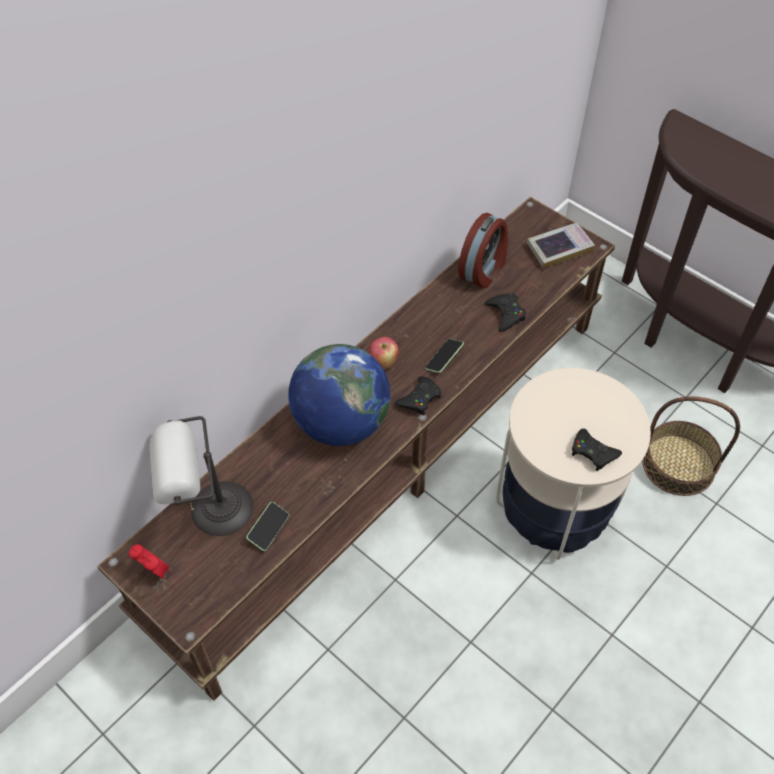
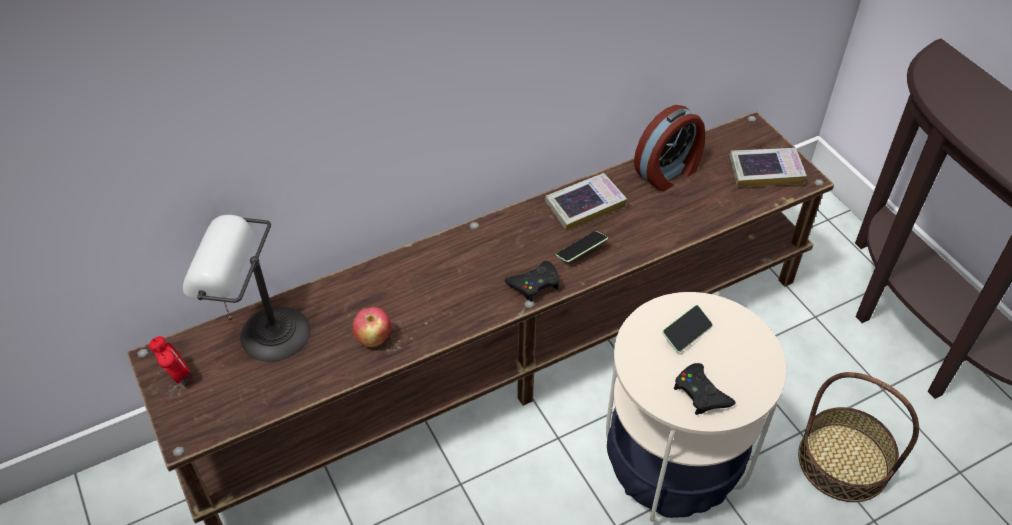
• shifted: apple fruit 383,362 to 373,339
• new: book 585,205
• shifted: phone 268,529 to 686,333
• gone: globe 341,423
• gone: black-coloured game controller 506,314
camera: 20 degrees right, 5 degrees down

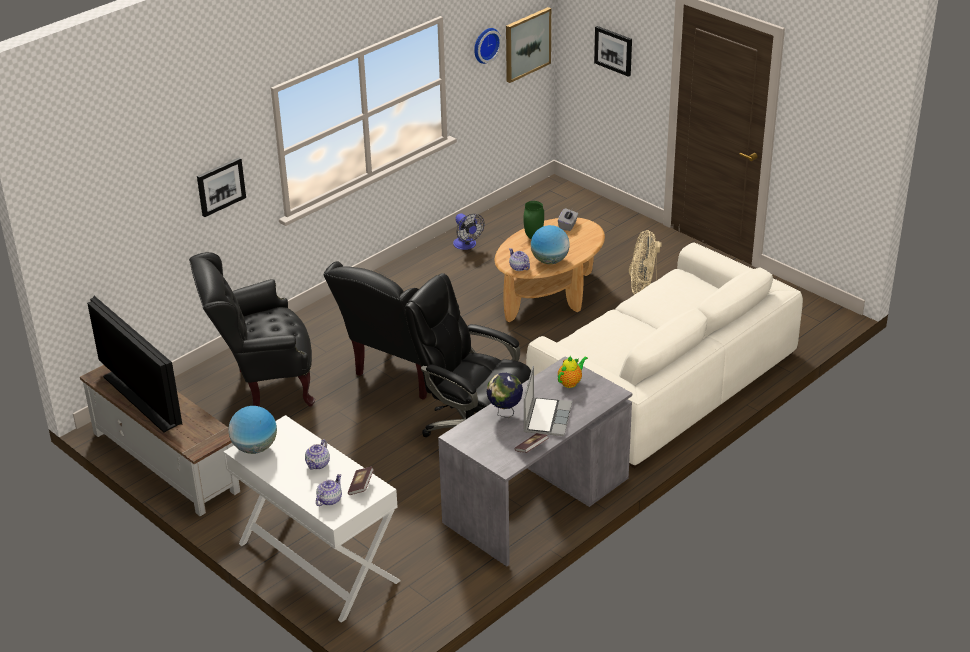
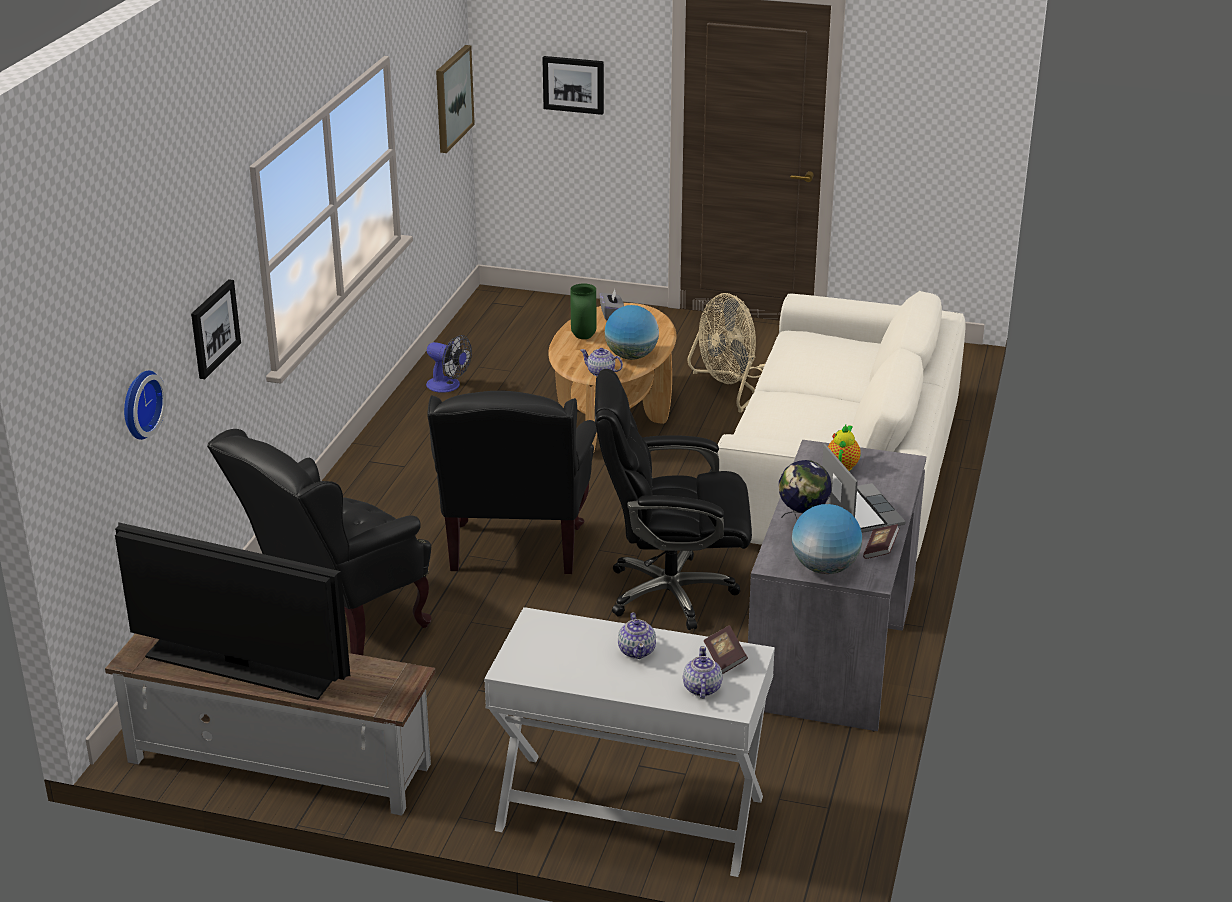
• shifted: wall clock 485,44 to 138,404
• shifted: globe 255,448 to 825,568
camera: 30 degrees left, 5 degrees down

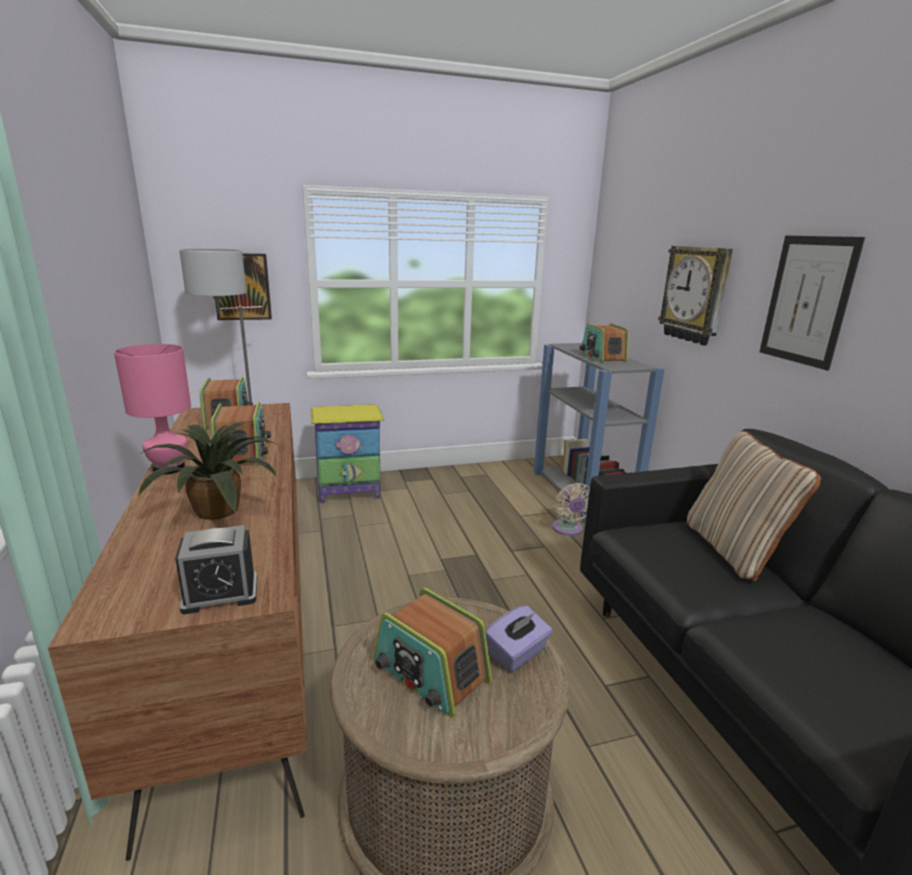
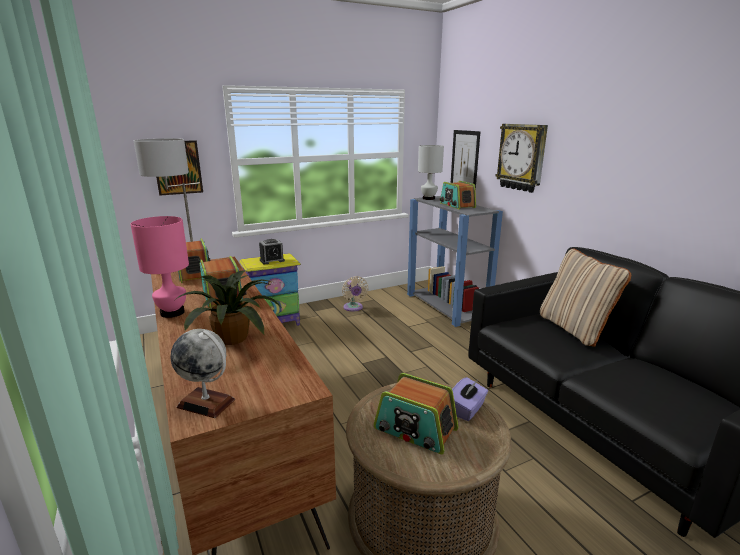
• new: globe 206,403
• shifted: alarm clock 220,594 to 272,260
• shifted: beige electric fan 568,529 to 353,308
• new: white-coloured tabletop lamp 428,198
• shifted: picture 807,300 to 465,160
camera: 10 degrees left, 0 degrees up

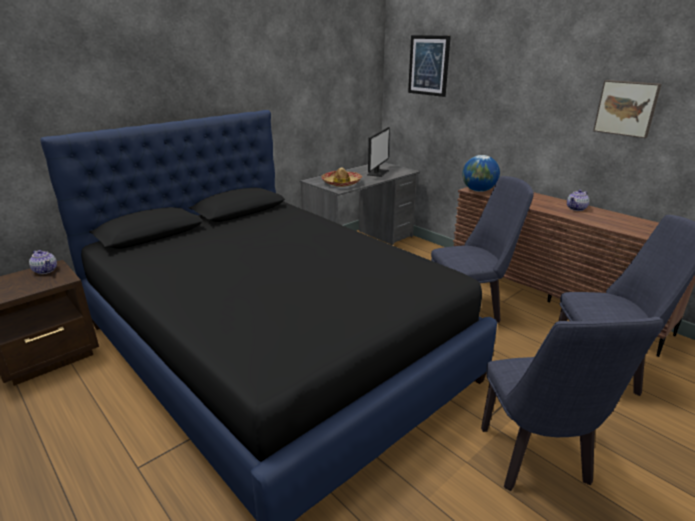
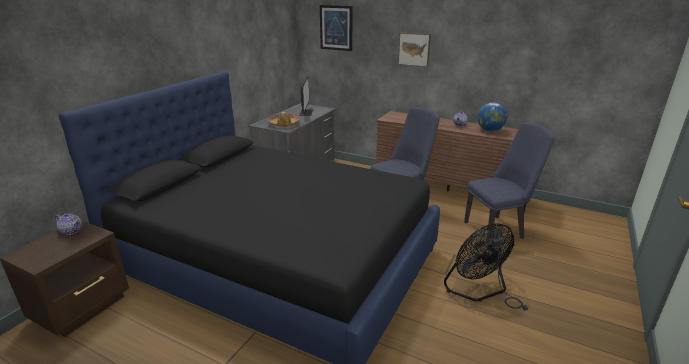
• shifted: picture 626,108 to 414,49
• swapped: blue-coloured chair 537,462 to black-coloured electric fan 486,290
• shifted: globe 478,190 to 489,130
camera: 20 degrees left, 0 degrees up

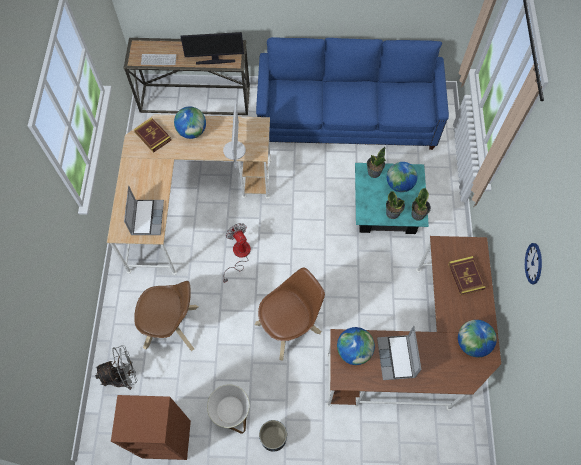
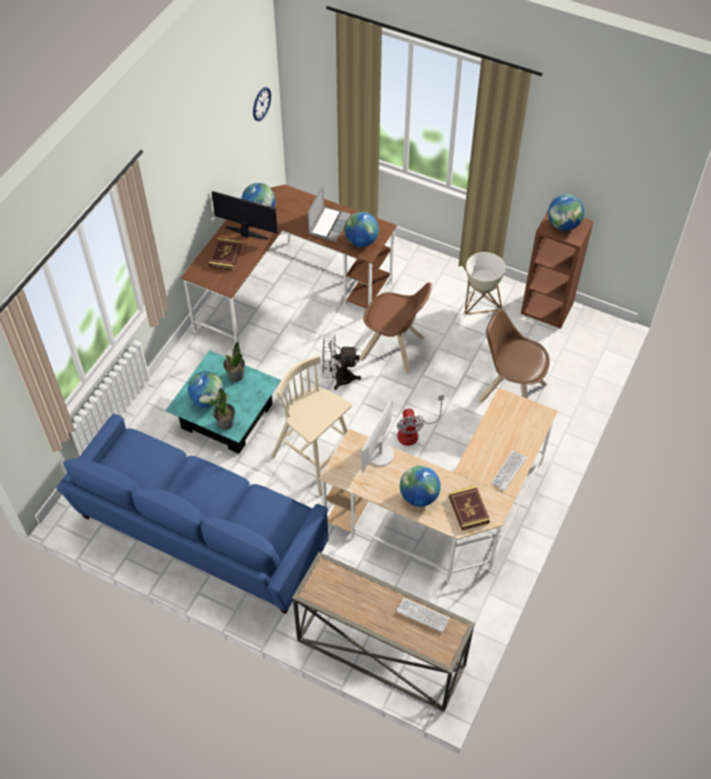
• shifted: computer display 215,61 to 246,234
• shifted: wall clock 533,263 to 261,104
• new: beige stool 315,460
• shifted: gray electric fan 124,377 to 338,378
• rotated: brown chair 289,327 = 394,349 150 degrees counterclockwise
• new: PC keyboard 508,470
• new: globe 563,225
• gone: portable computer 147,217
• gone: black-coloured planter 273,438
• gone: plant in a pot 418,214
camera: 155 degrees left, 10 degrees down

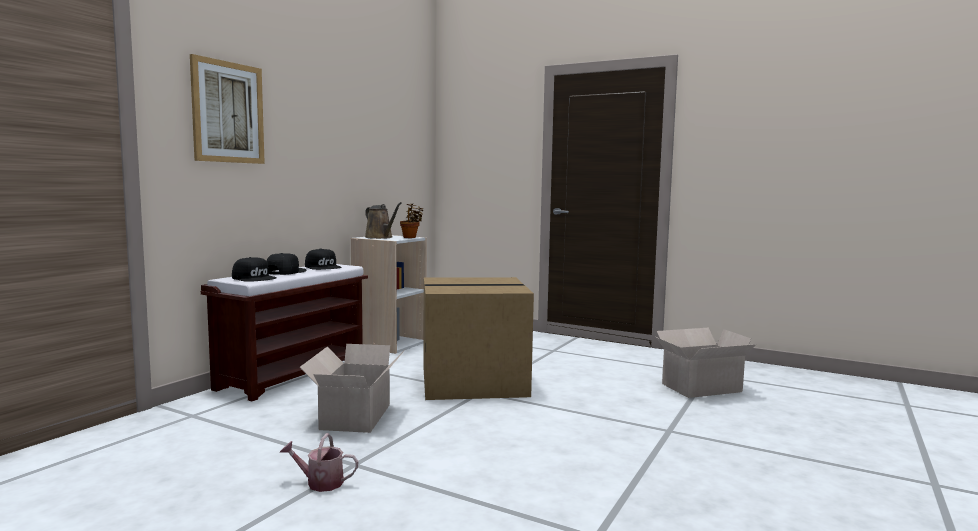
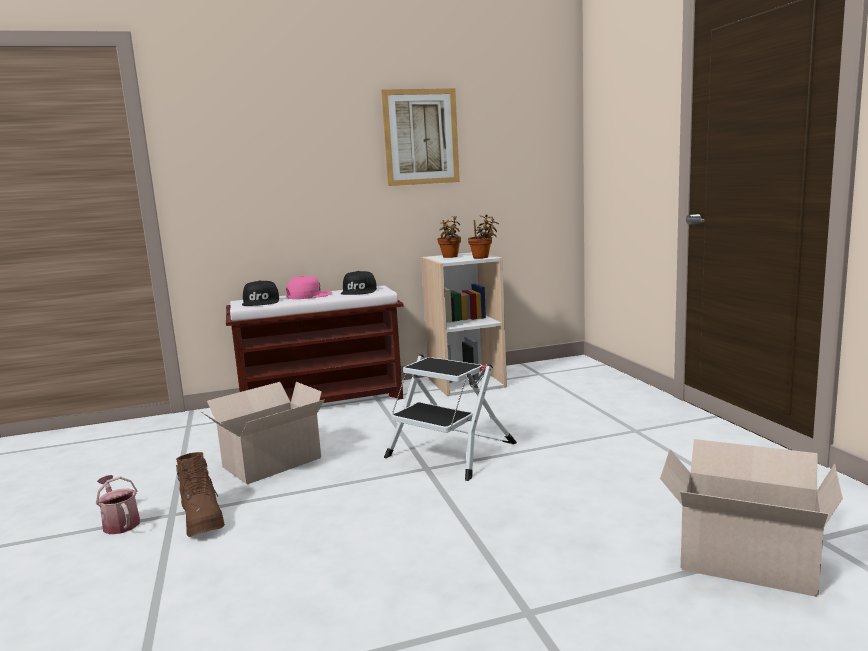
• new: brown high-top boot 202,520
• repainted: black-coloured peaked cap 285,271 to pink-coloured peaked cap 308,295
• shifted: picture 228,112 to 421,137
• swapped: packing box 475,381 to step stool 451,451
• swapped: brown sprinkling can 380,237 to plant in a pot 450,257
camera: 45 degrees right, 5 degrees up

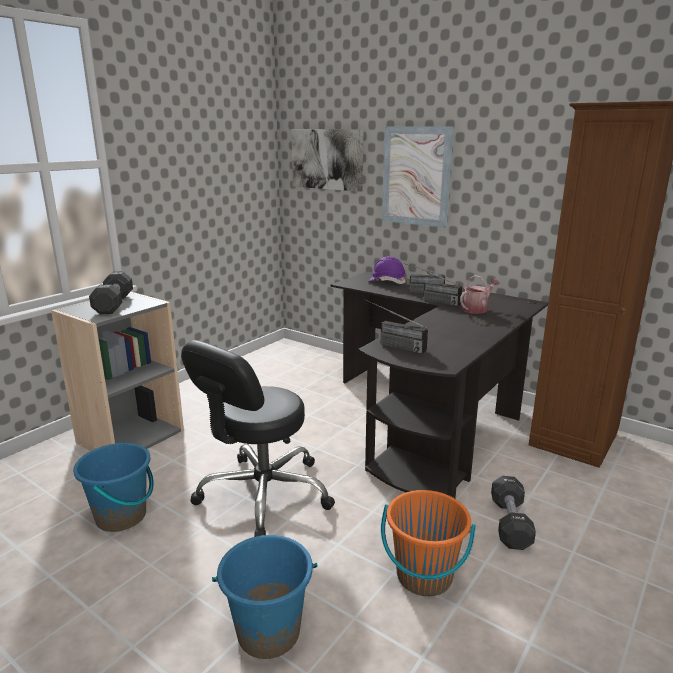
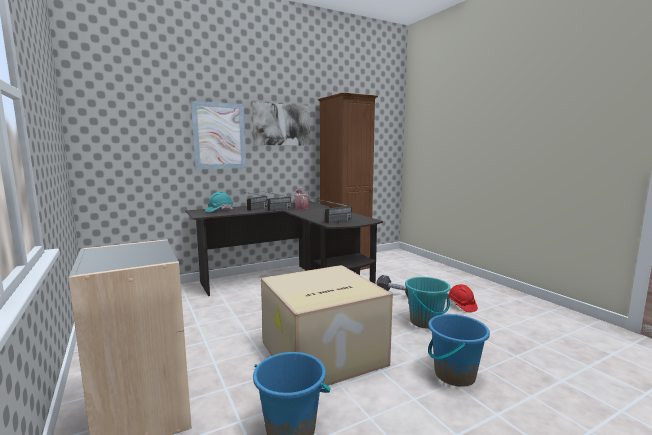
• repainted: purple-coloured safety helmet 386,282 to turquoise-coloured safety helmet 219,210
• shifted: picture 327,159 to 281,125
• swapped: black-coloured office chair 260,497 to packing box 322,354
• repainted: orange water bucket 424,576 to turquoise-coloured water bucket 425,322
• new: red safety helmet 461,305
• gone: black-coloured free weight 114,304
camera: 65 degrees left, 10 degrees down

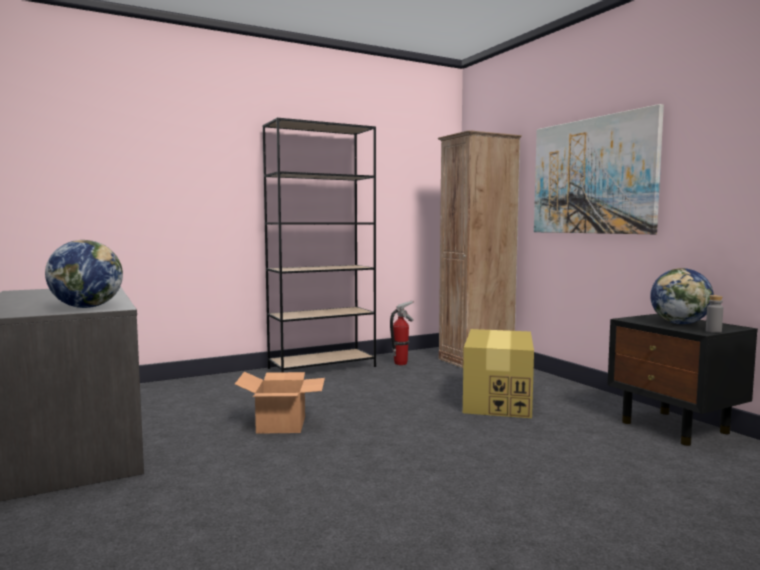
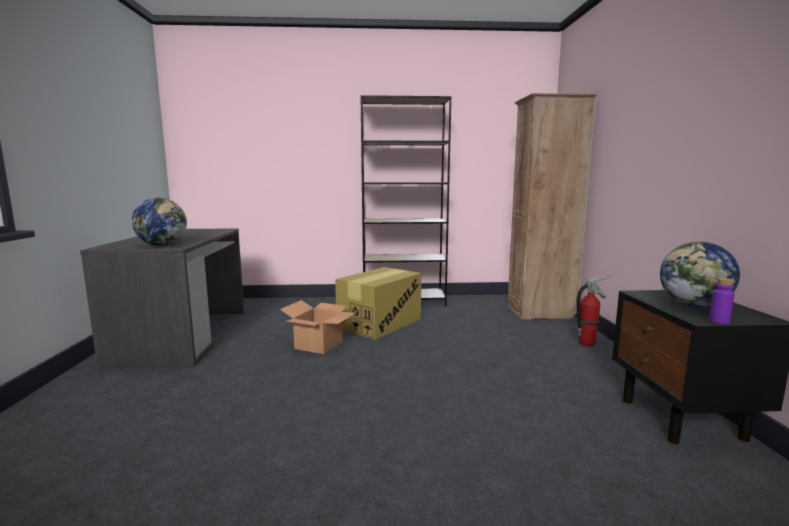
• shifted: packing box 498,400 to 380,323
• shifted: fire extinguisher 401,363 to 587,344
• repainted: gray beverage bottle 713,331 to purple-coloured beverage bottle 719,321
• gone: picture 592,176
camera: 25 degrees right, 5 degrees up

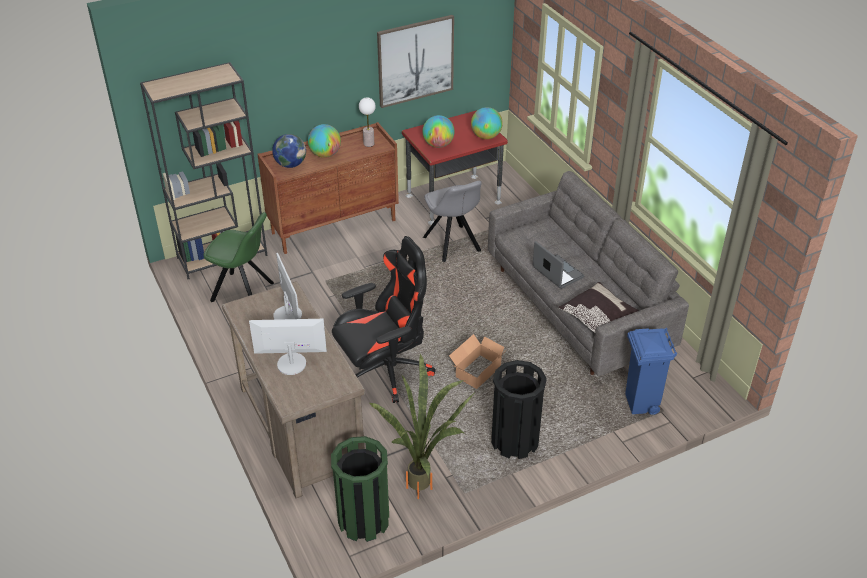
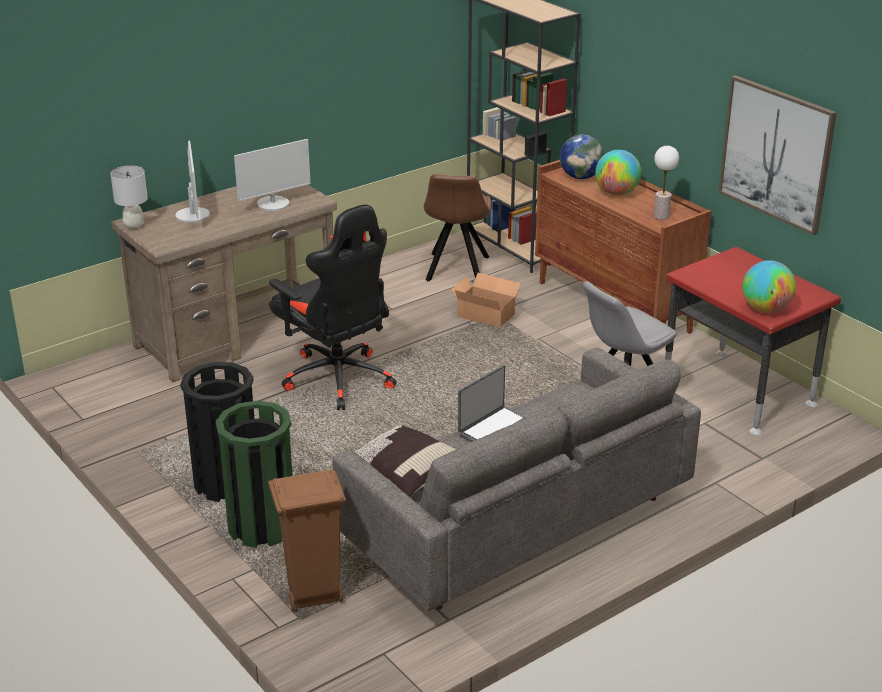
• new: gray tabletop lamp 133,225
• shifted: green-coloured rubbish bin 363,520 to 262,527
• repainted: blue-coloured rubbish bin 641,404 to brown rubbish bin 312,596
• repainted: green-coloured chair 243,291 to brown chair 456,269
• shifted: packing box 476,372 to 486,314
• gone: plant in a pot 426,486
• gone: globe 438,145
camera: 80 degrees right, 10 degrees down

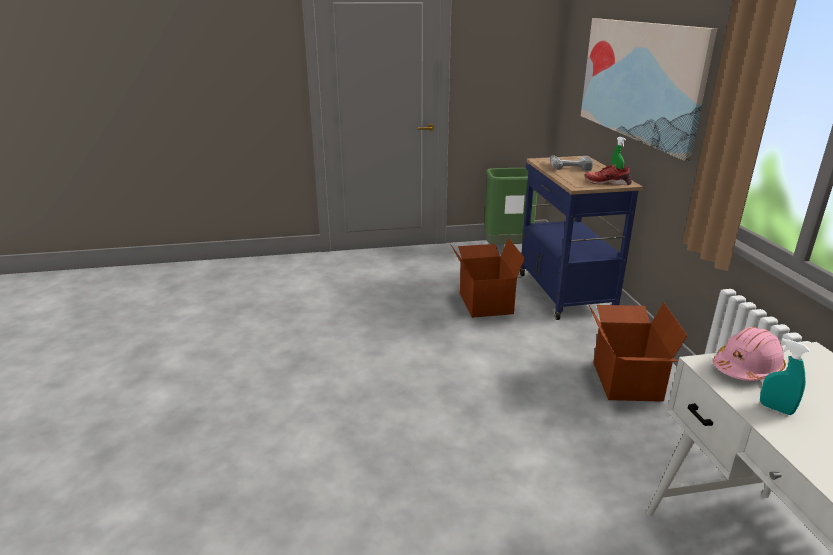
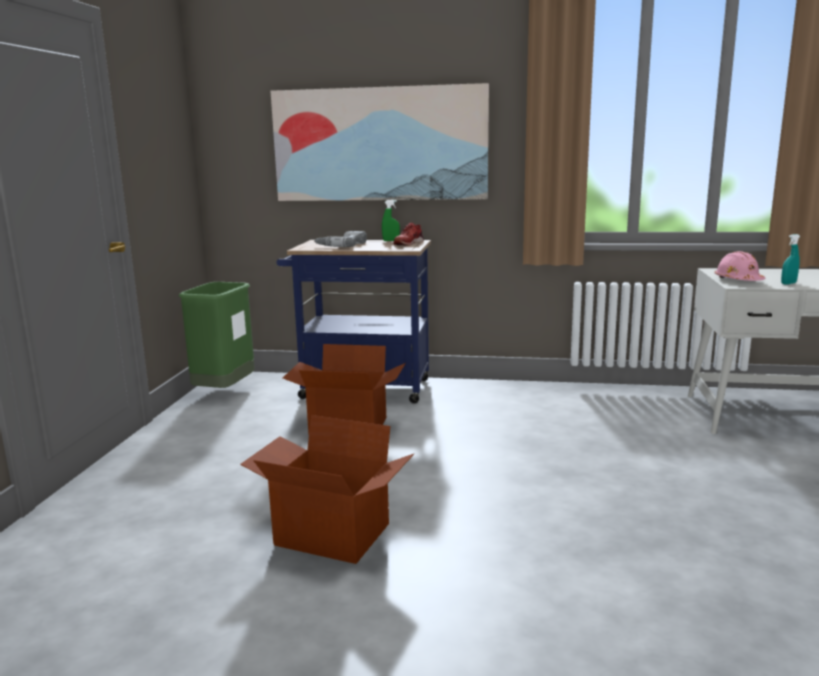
• shifted: packing box 625,381 to 331,535
camera: 70 degrees left, 10 degrees down

